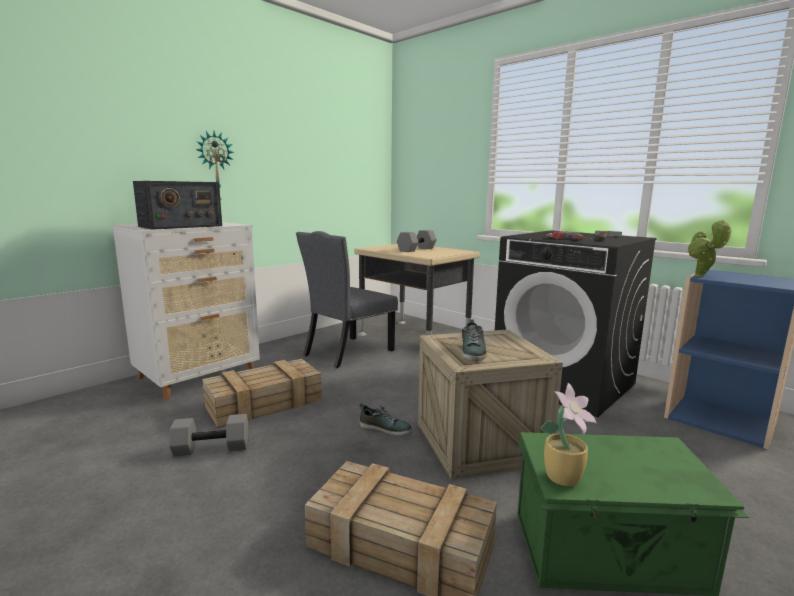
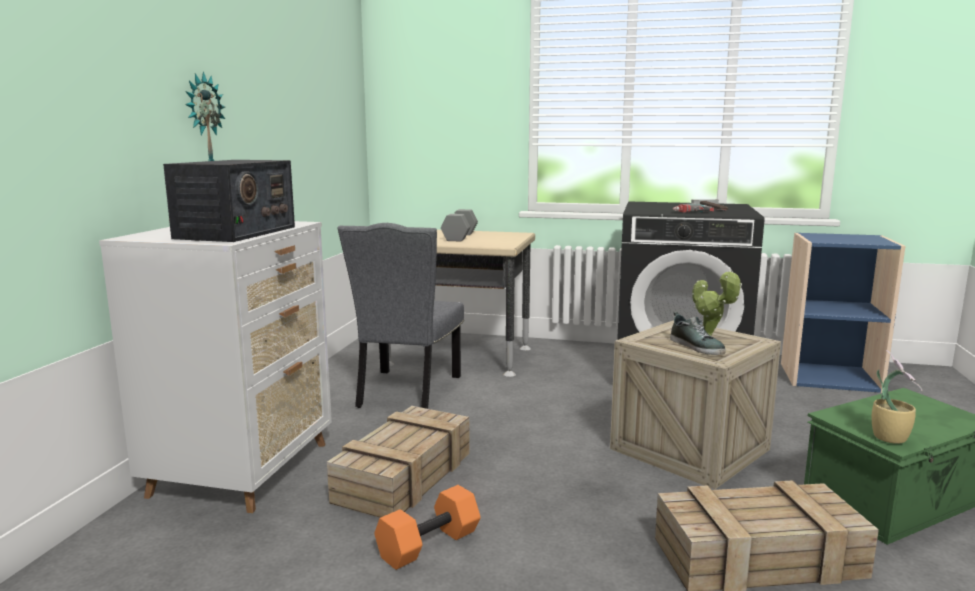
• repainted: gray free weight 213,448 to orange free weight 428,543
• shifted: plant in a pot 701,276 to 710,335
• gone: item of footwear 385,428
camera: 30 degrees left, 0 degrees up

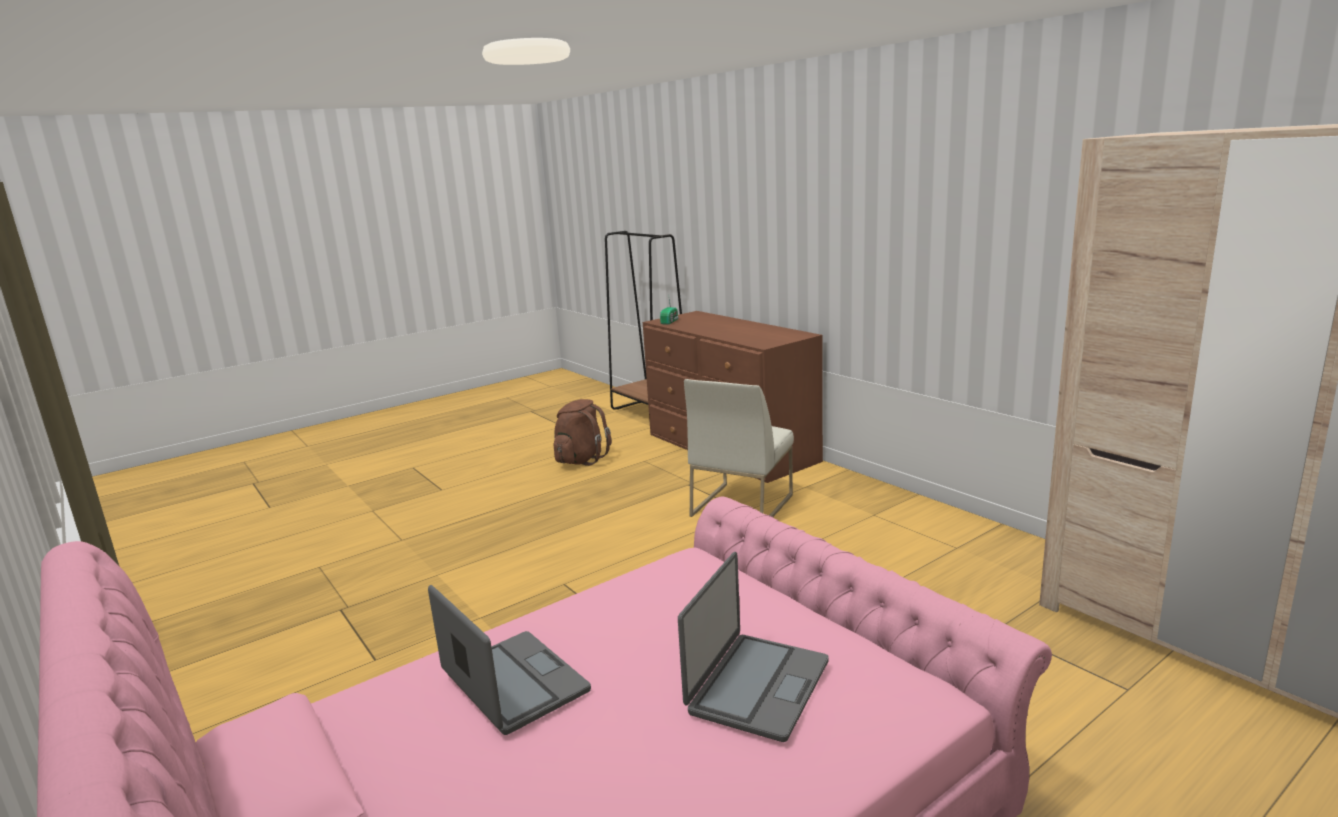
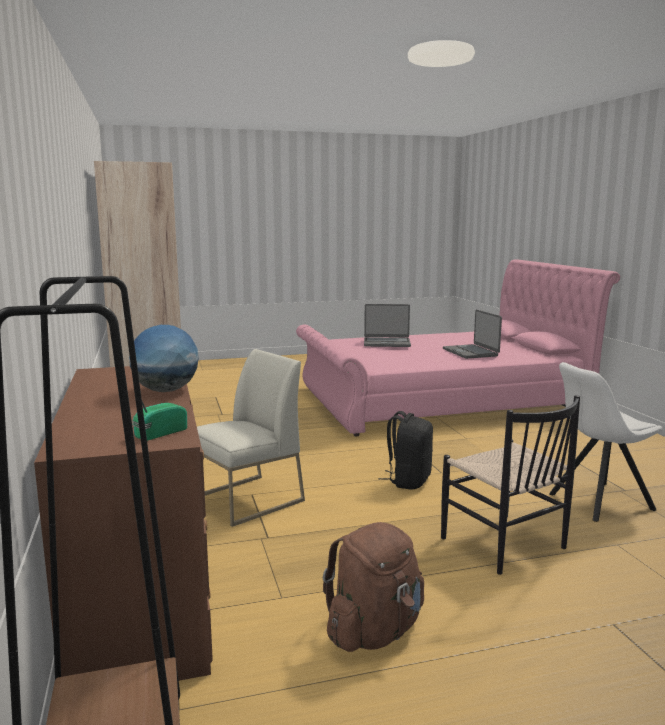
• new: globe 165,391
• rotated: portable computer 757,686 = 386,343 135 degrees counterclockwise
• new: black-coloured backpack 408,481
• new: black-coloured chair 506,546
• new: white-coloured chair 599,501
camera: 160 degrees left, 5 degrees down

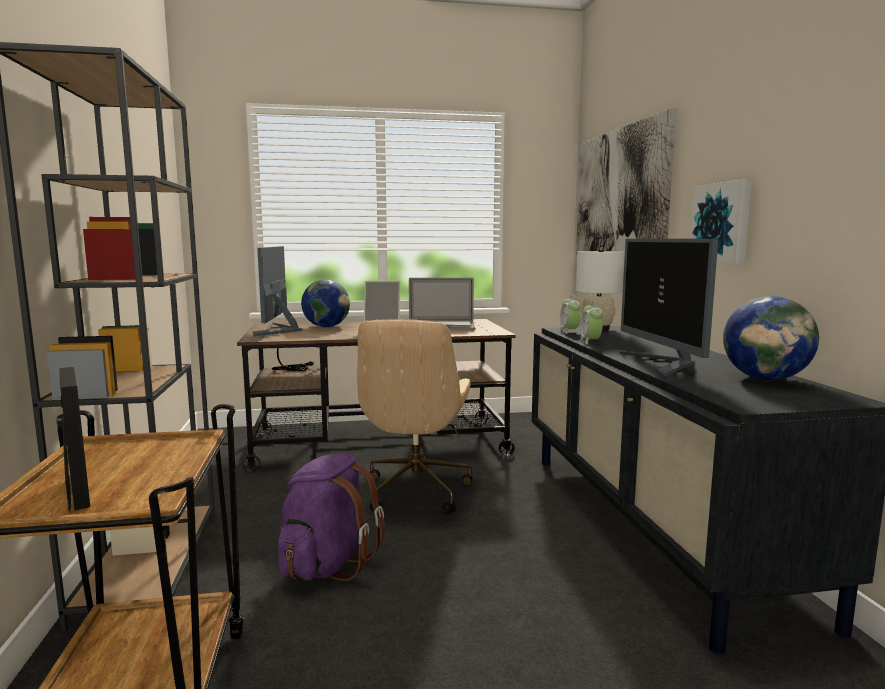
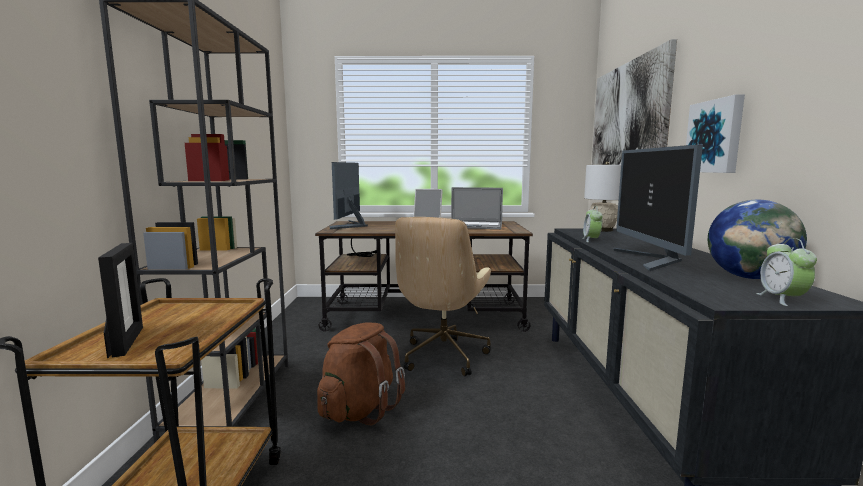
• repainted: purple-coloured backpack 327,564 to brown backpack 360,410
• shifted: alarm clock 569,331 to 782,299
• gone: globe 326,326
camera: 10 degrees right, 0 degrees up

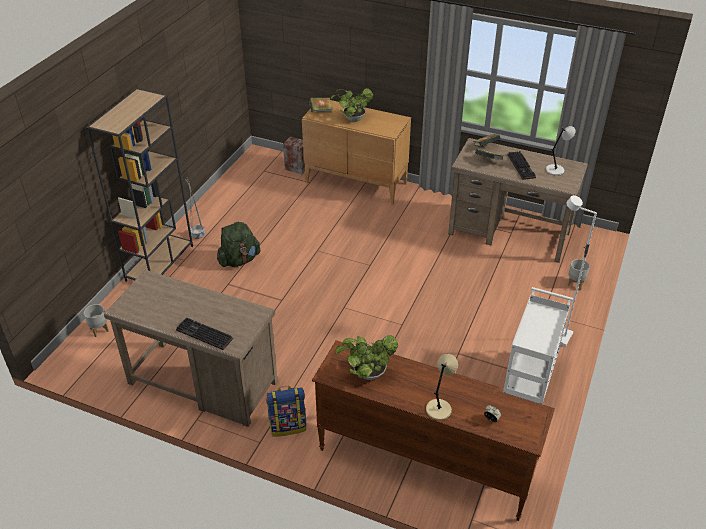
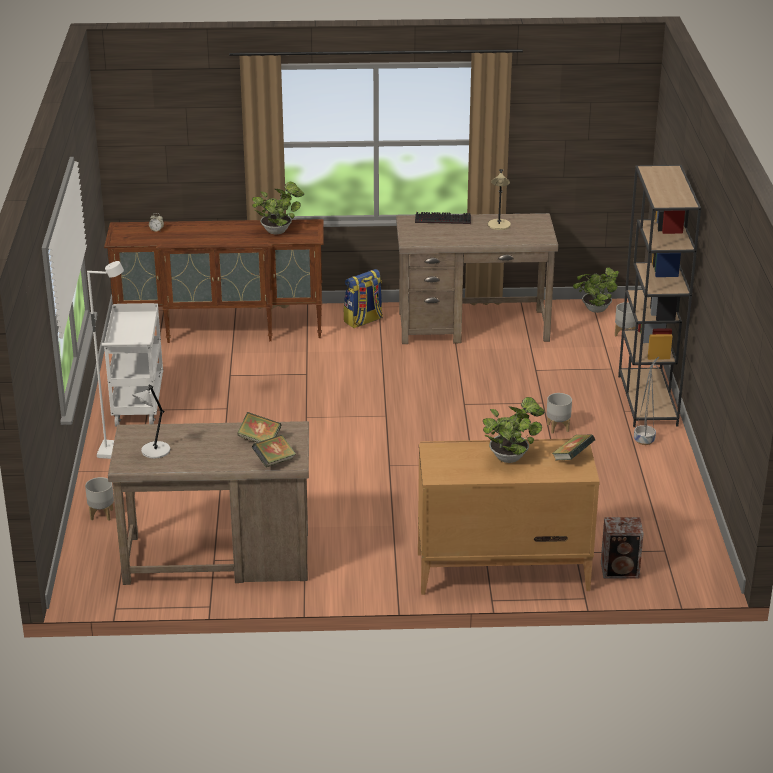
• shifted: beige tabletop lamp 439,408 to 499,225
• swapped: green-coloured backpack 239,260 to gray planter 558,428
• new: plant in a pot 594,310
• gone: PC keyboard 522,166
camera: 155 degrees right, 10 degrees down

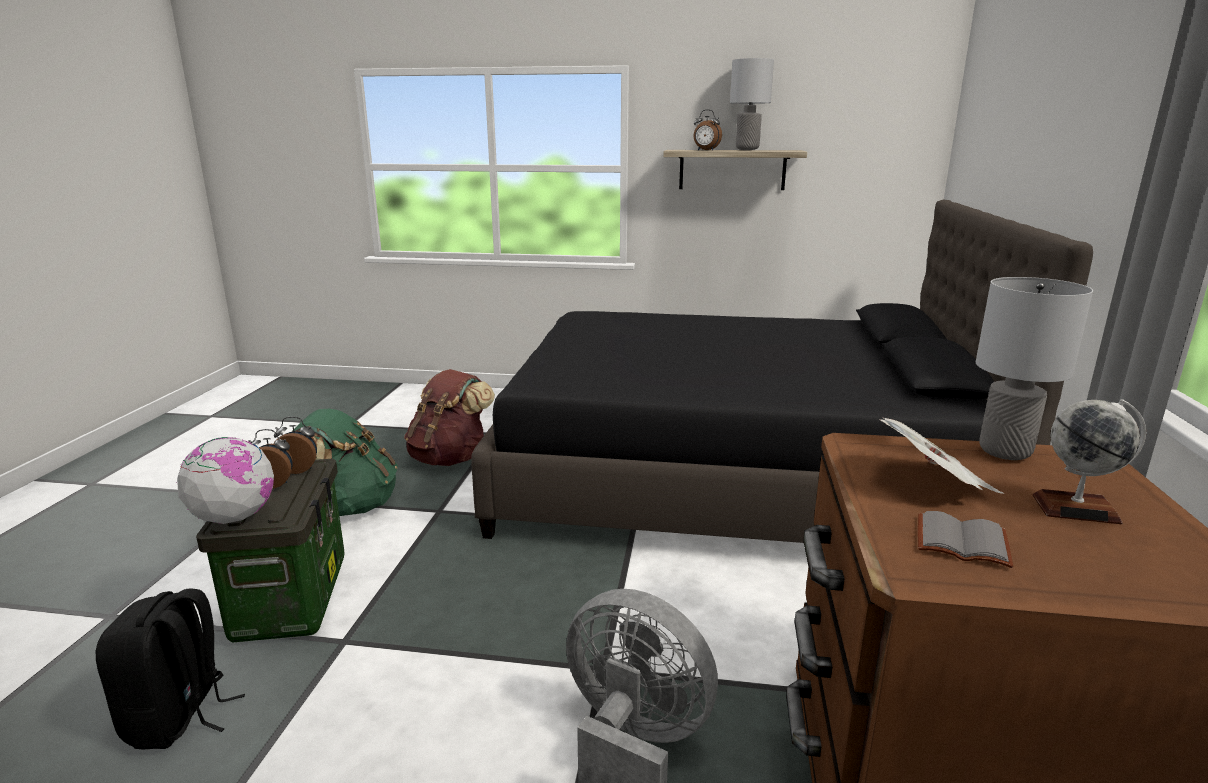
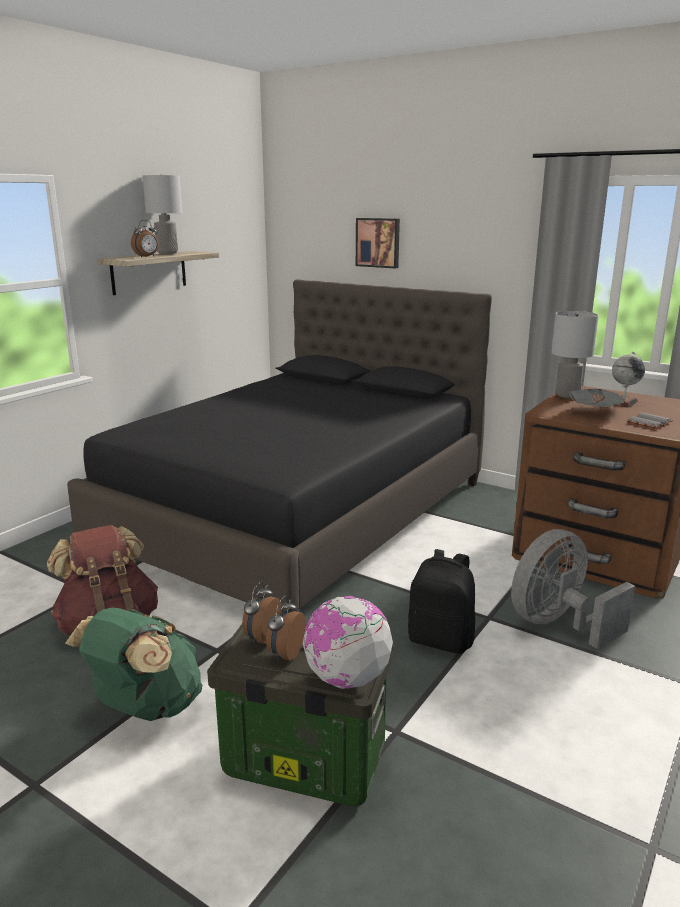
• new: picture 378,242
• shifted: black-coloured backpack 179,717 to 441,640
camera: 65 degrees left, 0 degrees up

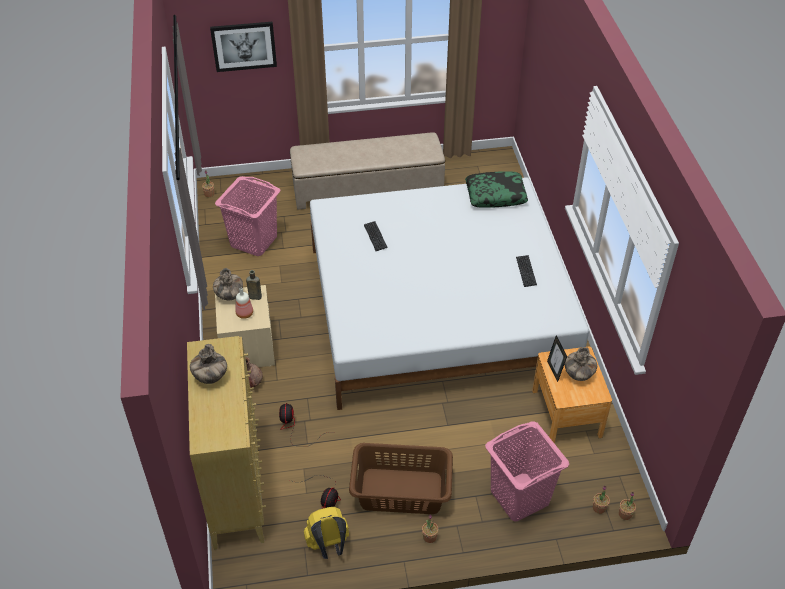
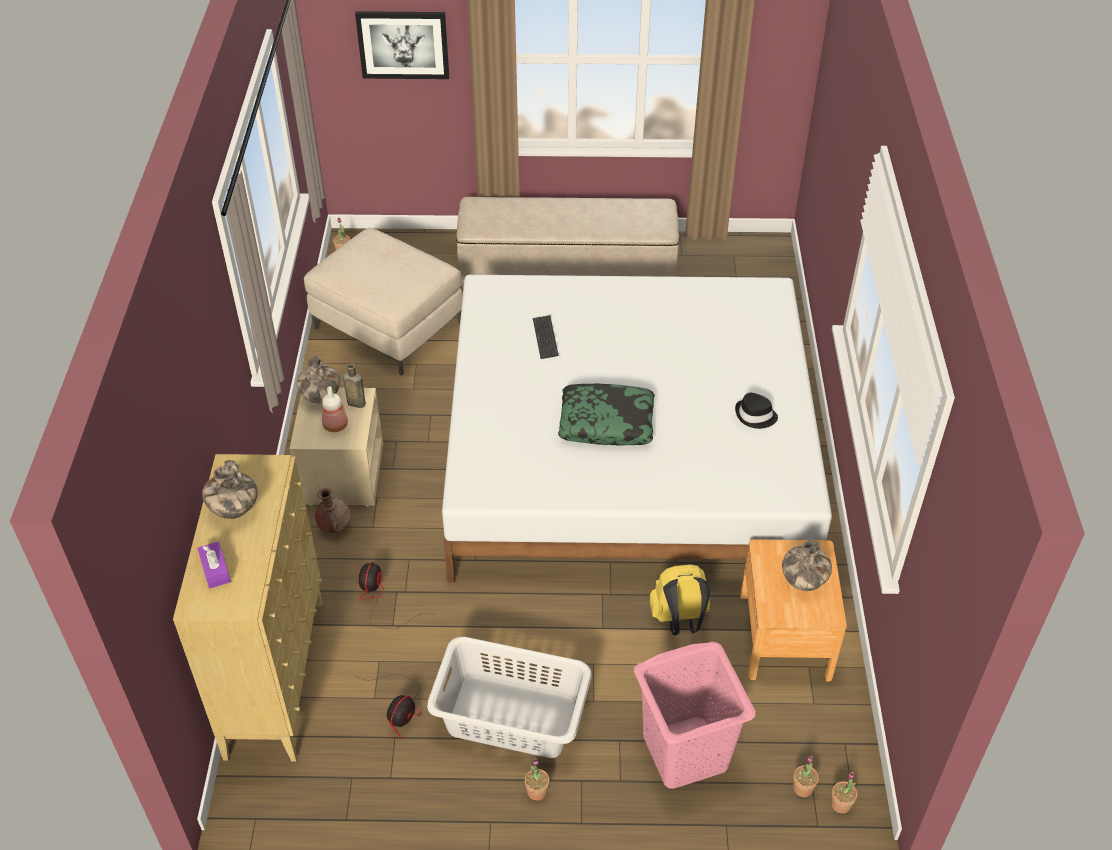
• new: purple-coloured tissue holder 215,570
• swapped: pink-coloured hamper 253,241 to beige footrest 388,325
• repainted: brown hamper 400,491 to gray hamper 511,715
• shifted: throw pillow 495,195 to 606,422
• shifted: yellow backpack 328,546 to 679,621
• swapped: PC keyboard 526,271 to black-coloured clothing hat 755,416
• gone: standing frame 554,371
camera: 10 degrees right, 0 degrees up

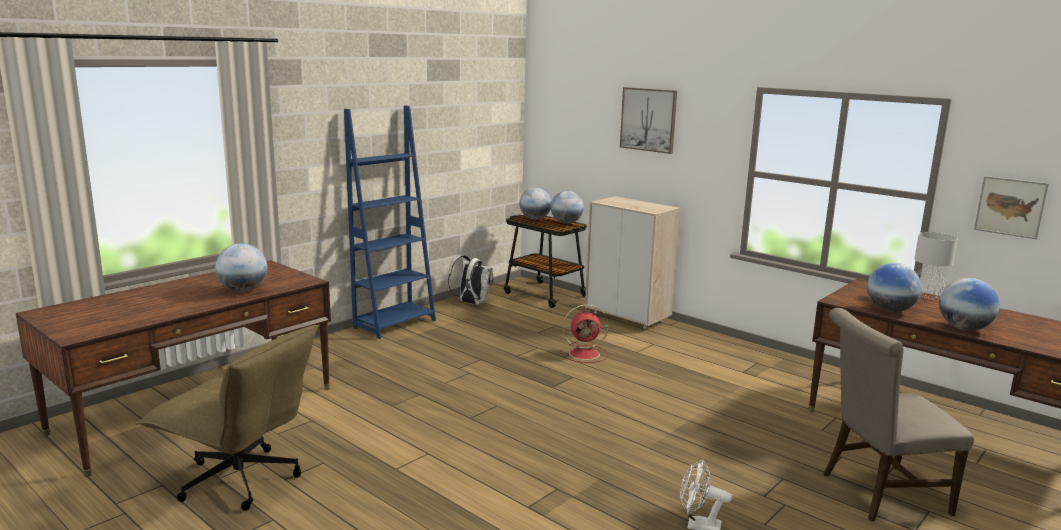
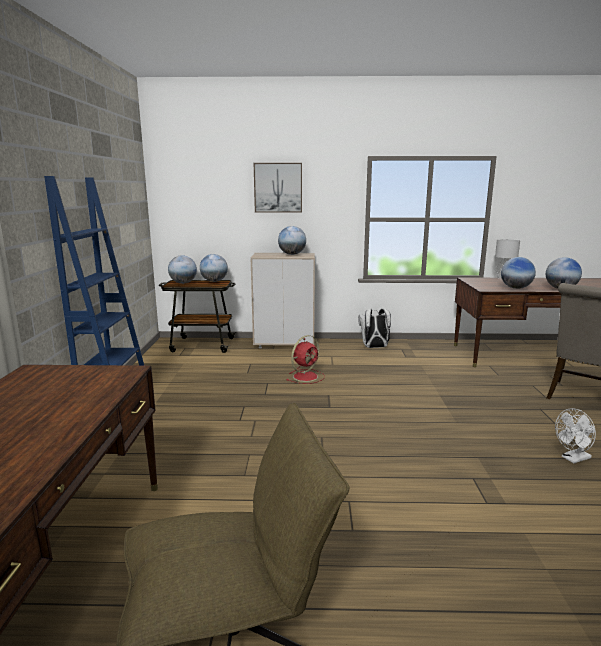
• shifted: globe 243,290 to 292,254
• shifted: white-coloured backpack 471,303 to 374,347
• gone: picture 1010,207
camera: 40 degrees left, 0 degrees up

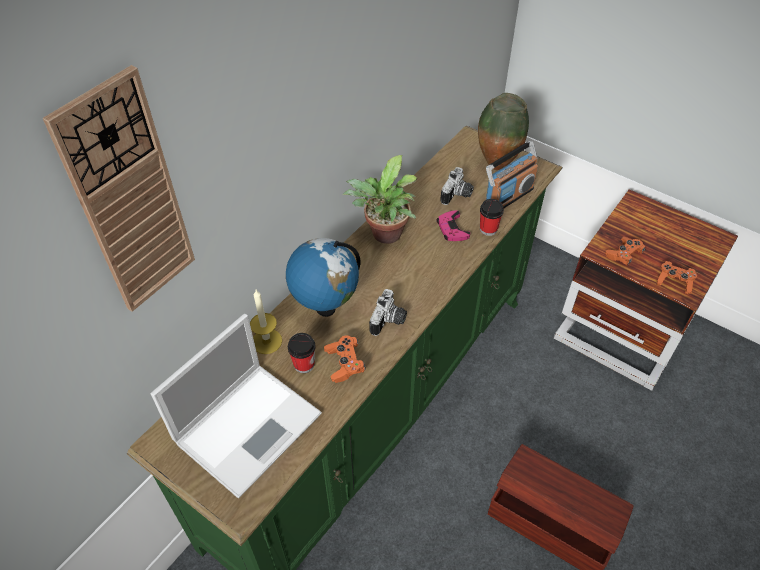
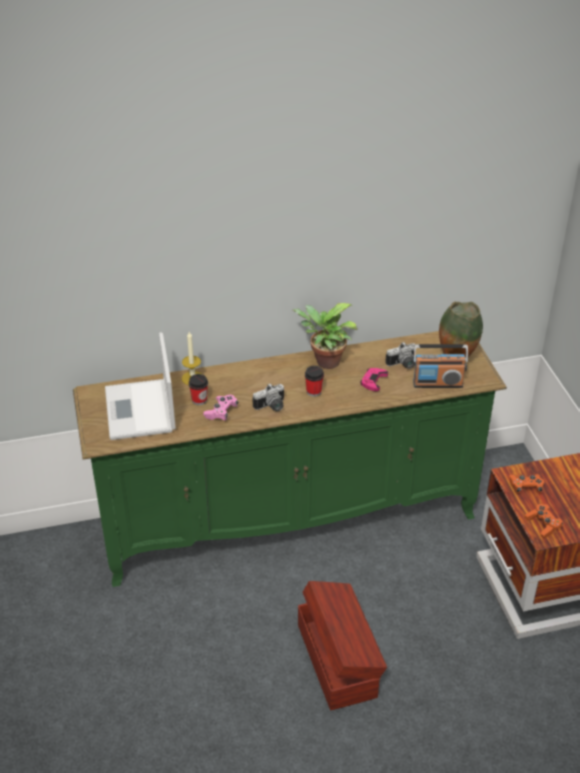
• rotated: portable computer 250,425 = 140,411 90 degrees clockwise
• repainted: orange game controller 344,363 to pink-coloured game controller 221,412
• shifted: cup 488,229 to 314,391
• gone: wall clock 129,199
• gone: globe 325,307
camera: 40 degrees right, 10 degrees down

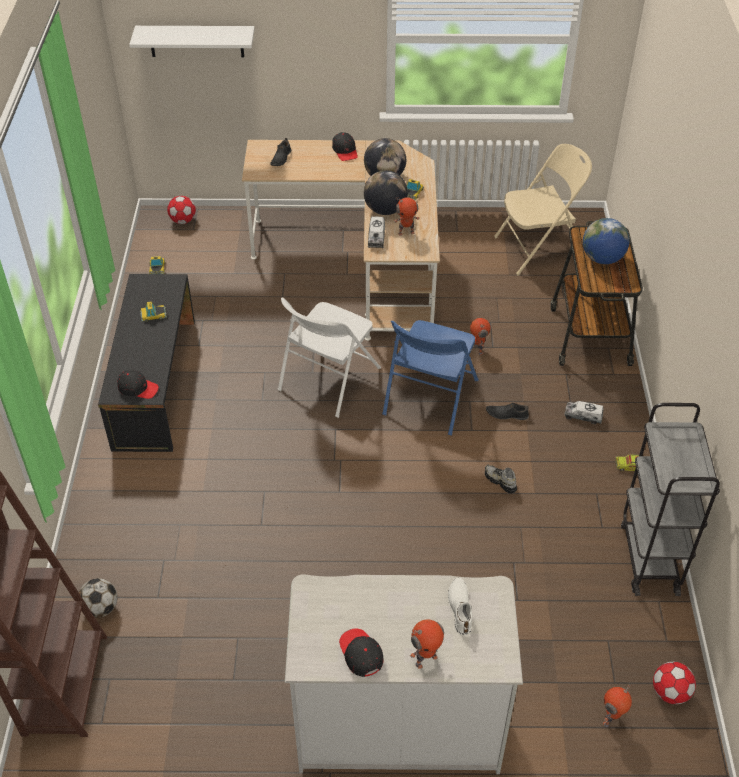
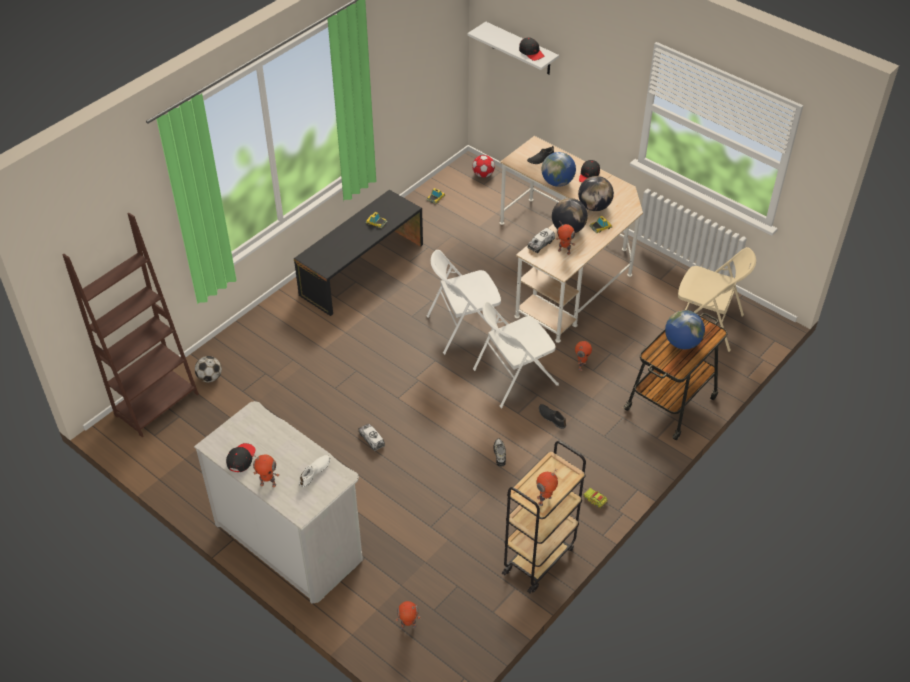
• shifted: toy truck 583,416 to 371,439
• repainted: blue-coloured chair 430,397 to white-coloured chair 515,377
• repainted: gray wheeled cart 650,559 to brown wheeled cart 539,562
• shifted: black-coloured peaked cap 138,388 to 531,52
• new: model robot 545,501
• new: globe 557,182
• gone: football ball 670,692
camera: 40 degrees right, 0 degrees up

